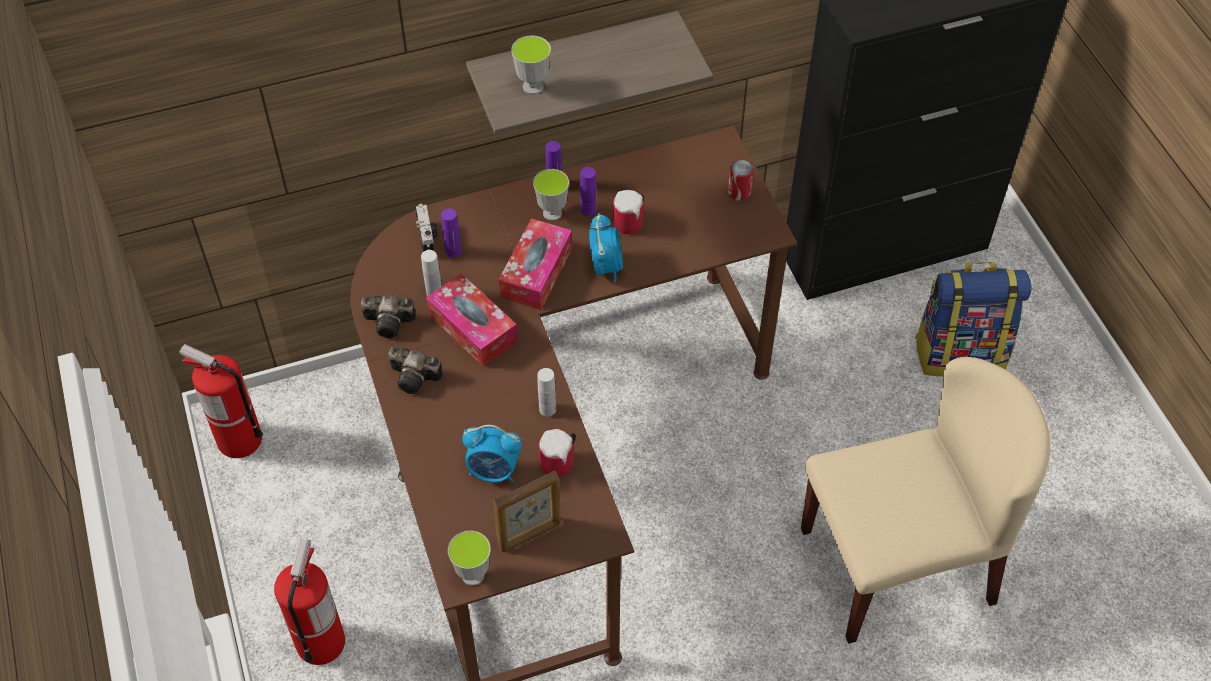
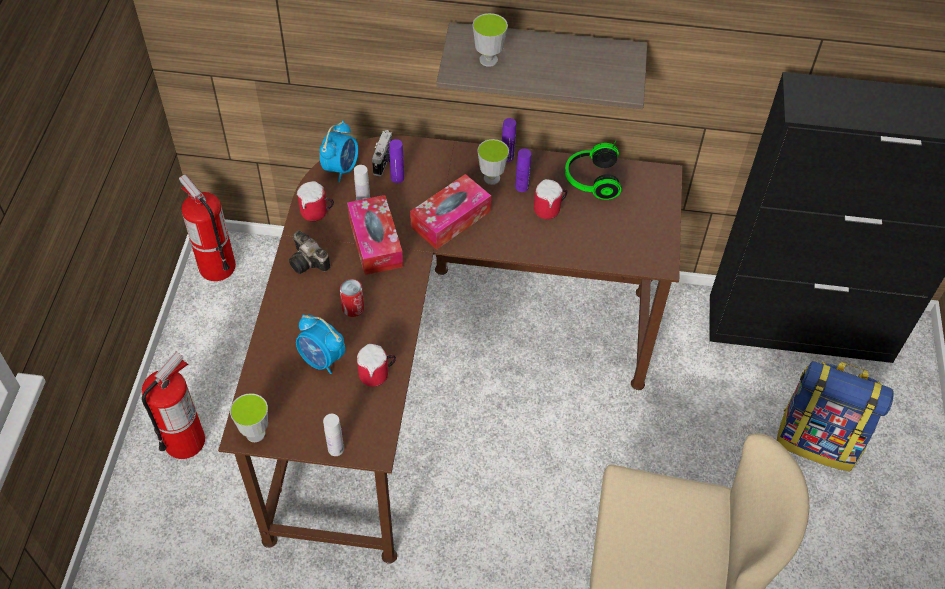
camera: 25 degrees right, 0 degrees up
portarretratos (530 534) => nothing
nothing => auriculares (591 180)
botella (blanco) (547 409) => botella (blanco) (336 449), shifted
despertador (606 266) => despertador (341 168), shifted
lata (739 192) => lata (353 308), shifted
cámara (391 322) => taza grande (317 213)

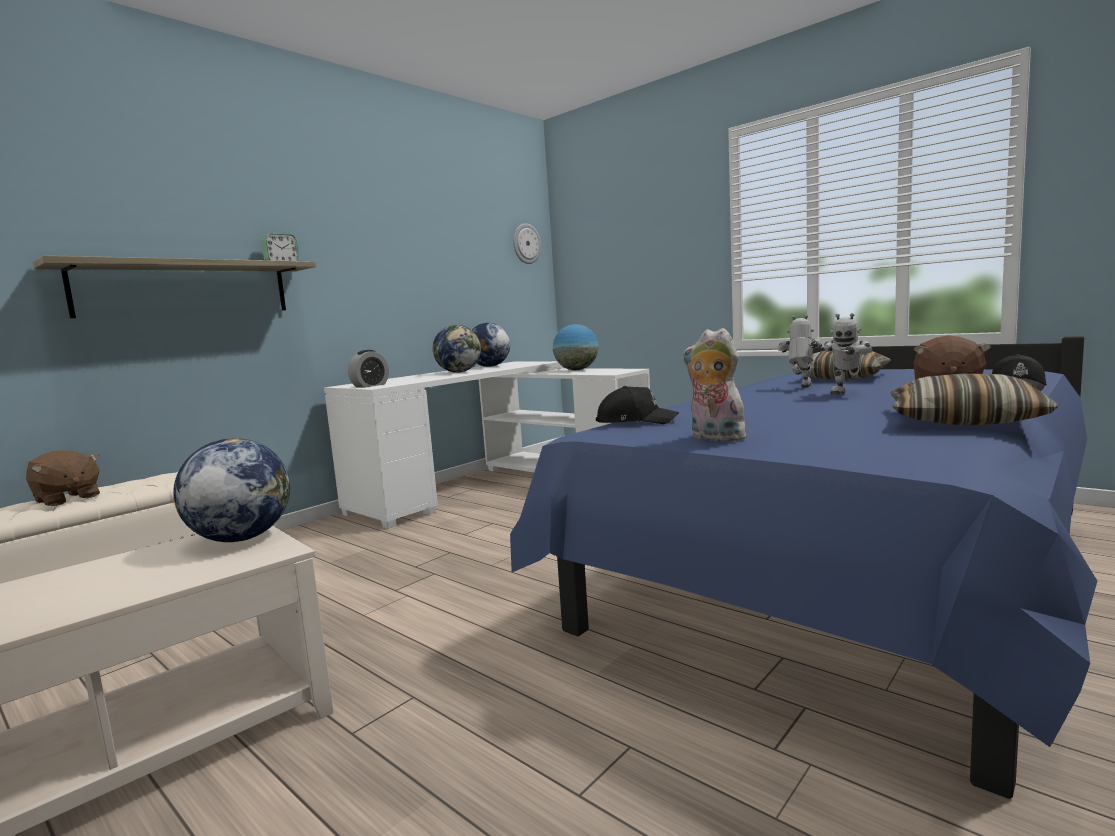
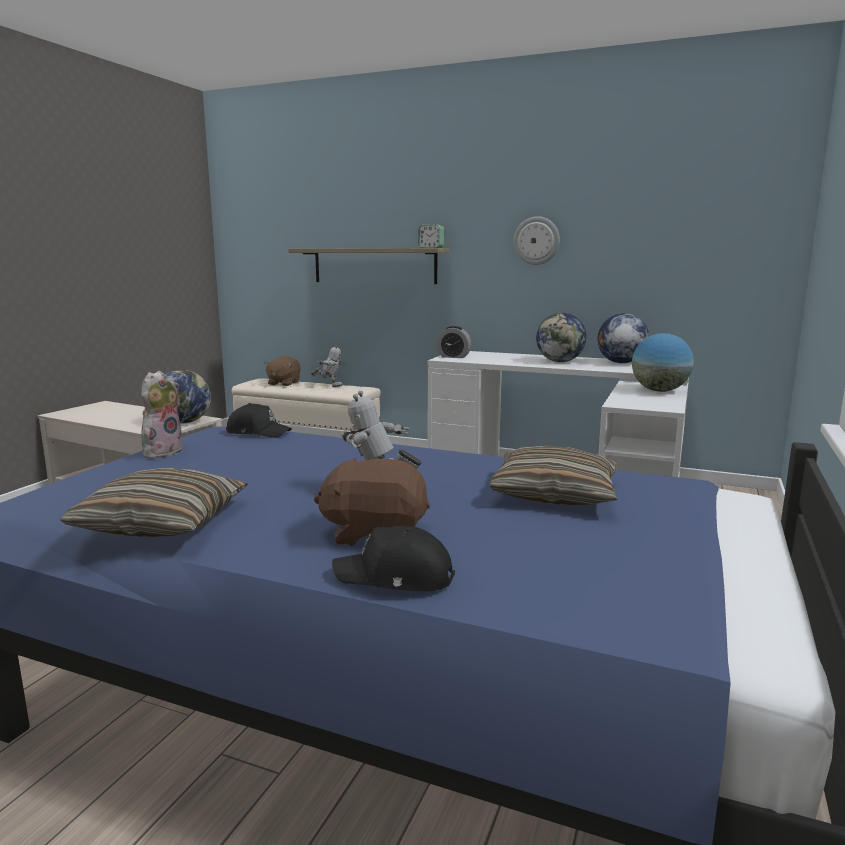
camera: 70 degrees right, 5 degrees up
reloj de pared (526 244) => reloj de pared (536 240), shifted
robot de juguete (801 388) => robot de juguete (329 386), shifted
gorra (negro) (635 421) => gorra (negro) (258 432), 75 degrees counterclockwise

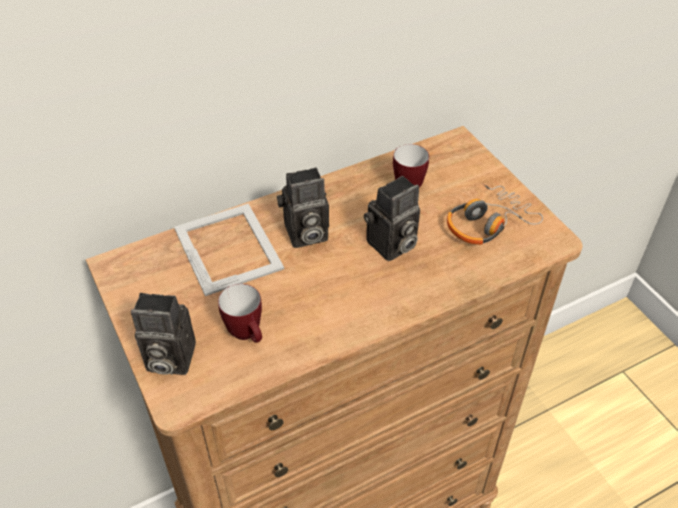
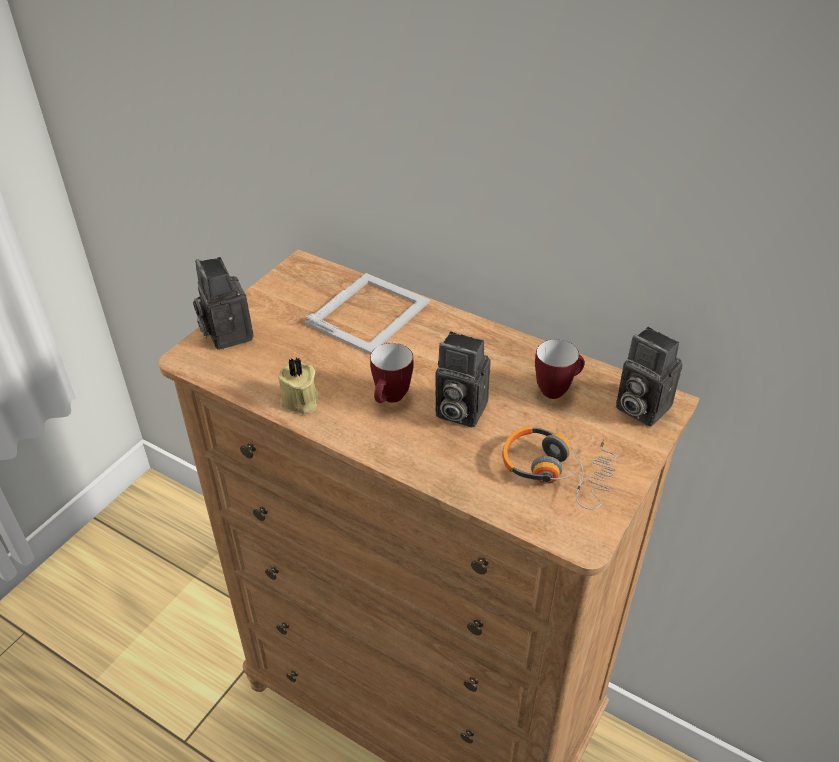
camera: 60 degrees right, 5 degrees down
nothing => vela (beis) (300 401)
taza grande (248 335) => taza grande (390 400), shifted
cámara (304 235) => cámara (638 407), shifted

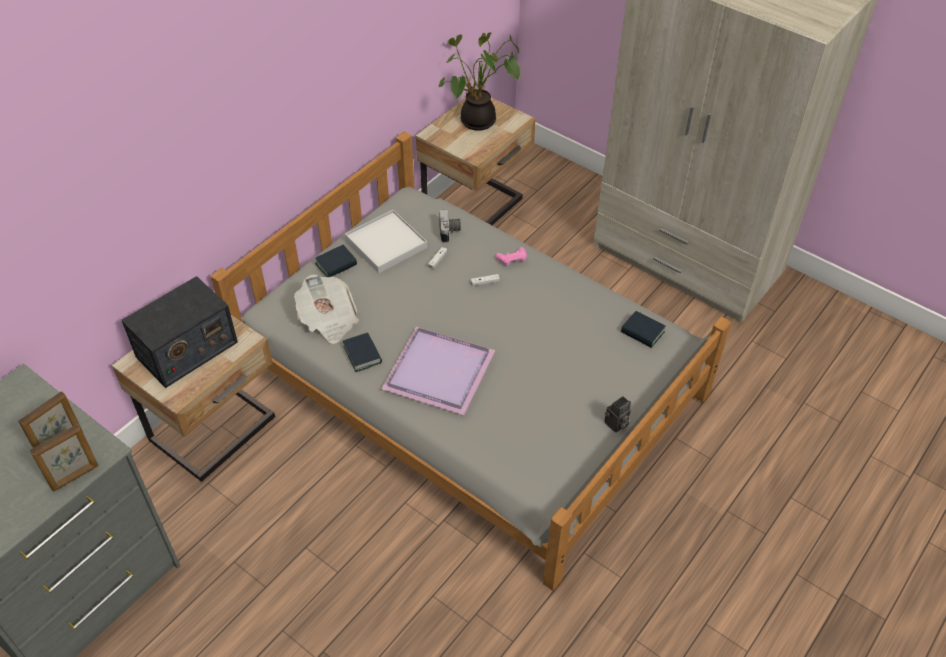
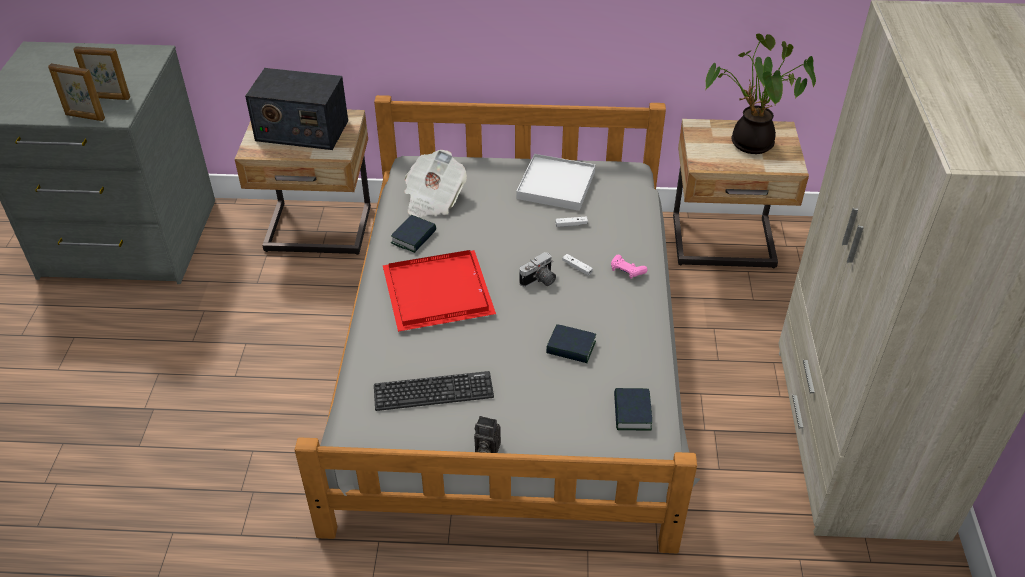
camera: 55 degrees right, 5 degrees down
nothing => teclado (433 391)
libro (336 264) => libro (571 348), shifted
cámara (450 232) => cámara (539 281), shifted
bandeja (morado) (441 371) => bandeja (rojo) (440 293)

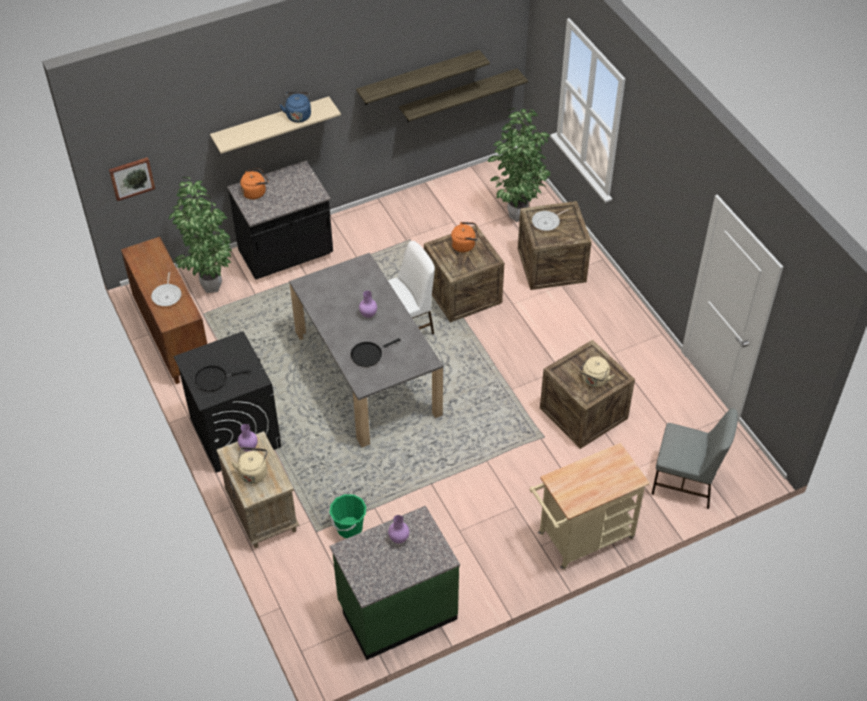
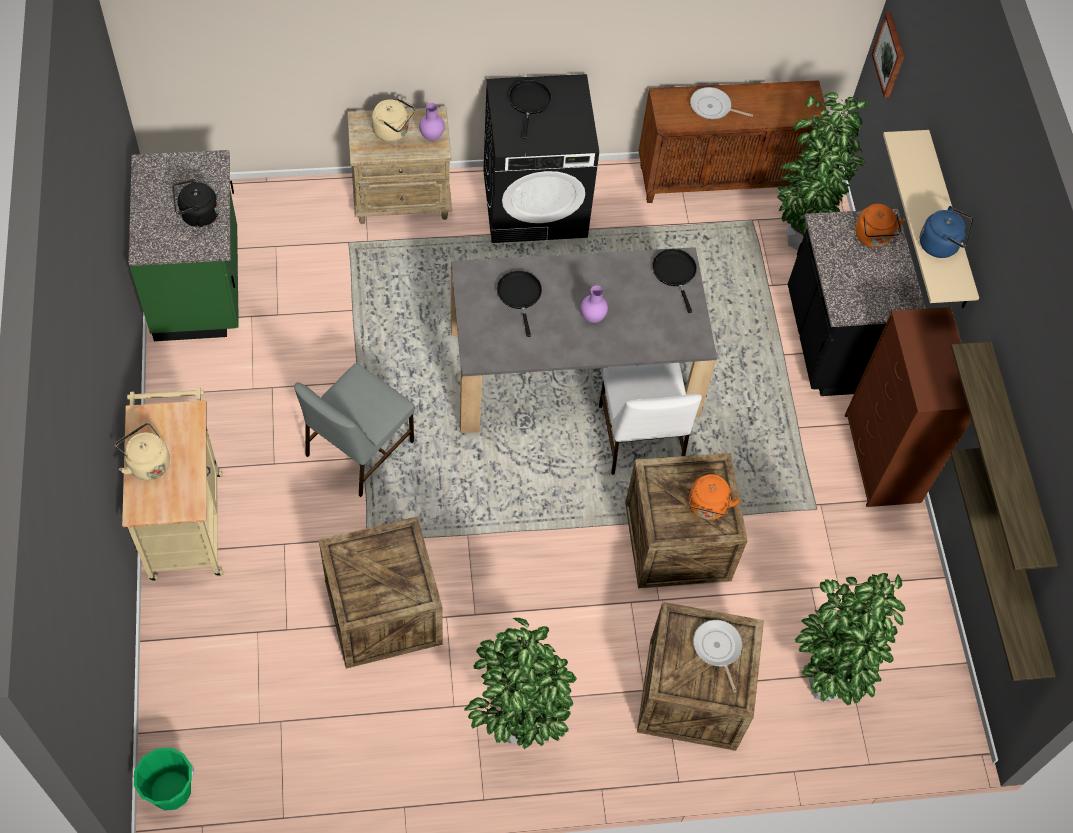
camera: 105 degrees right, 10 degrees up
nothing => planta en maceta (515 734)
nothing => sartén (negro) (675 273)
nothing => cómoda (marrón) (882 459)
cubo (verde) (349 527) => cubo (verde) (171 790), shifted
hervidor (beis) (594 380) => hervidor (beis) (147 463), shifted
silla (gris) (686 481) => silla (gris) (357 449), shifted
florero (morado) (399 539) => hervidor (negro) (197 215)

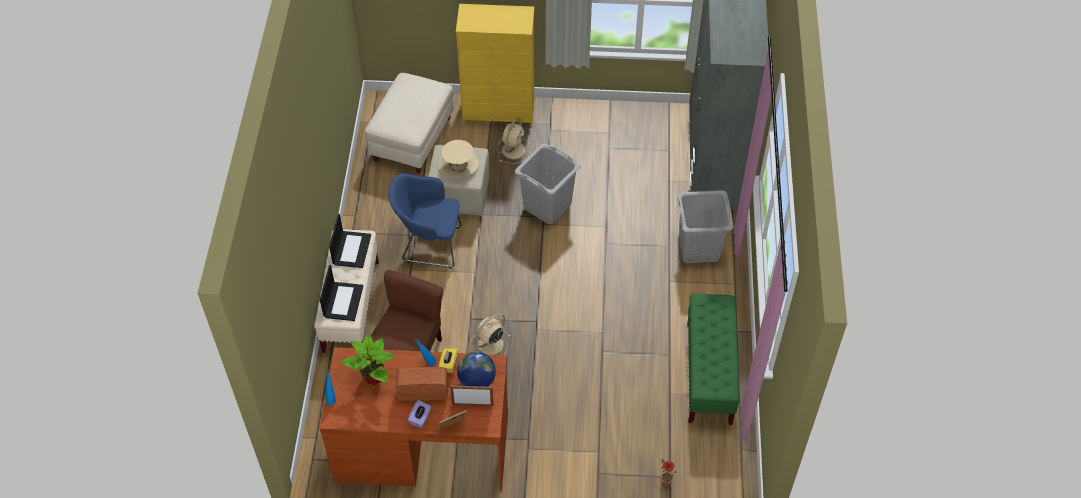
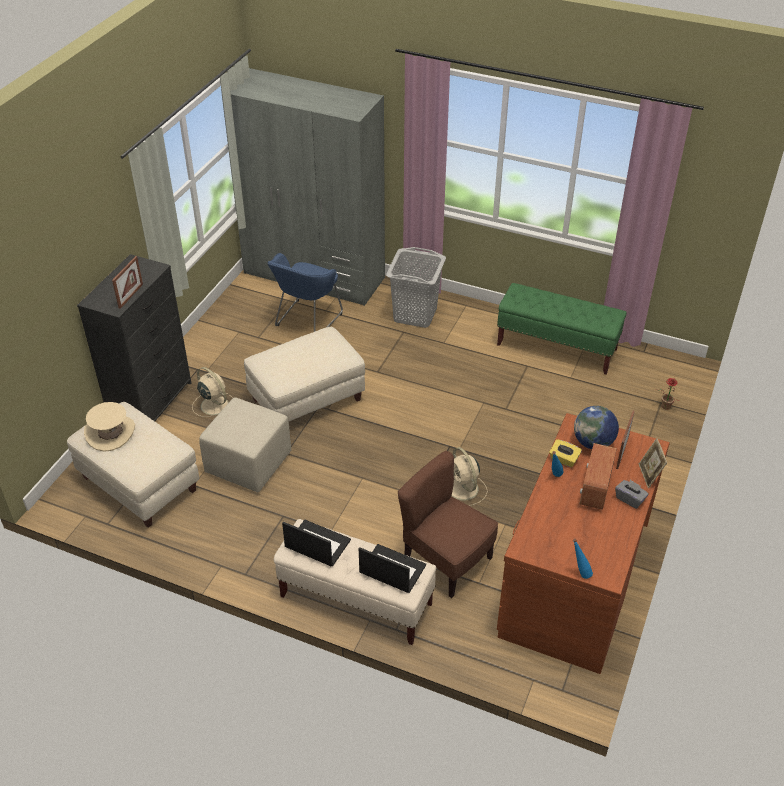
camera: 70 degrees left, 10 degrees down
planta en maceta (374 377) => nothing
nothing => portarretratos (131 296)
sillón (azul) (429 244) => sillón (azul) (306 321), shifted
sombrero (beis) (458 165) => sombrero (beis) (110 433), shifted
cesto de la ropa (gris) (548 206) => puf (beis) (306 399)
caja de pañuelos (morado) (420 418) => caja de pañuelos (gris) (630 499)
cómoda (amarillo) (499 111) => cómoda (negro) (151 402)

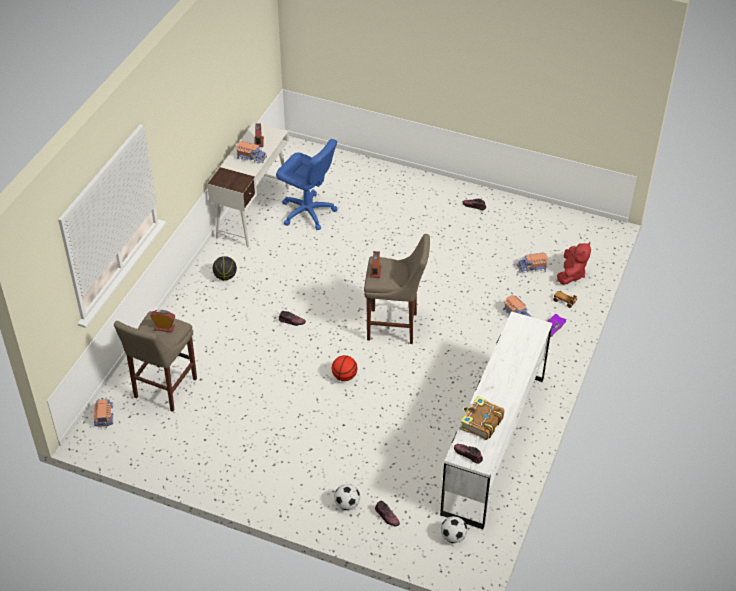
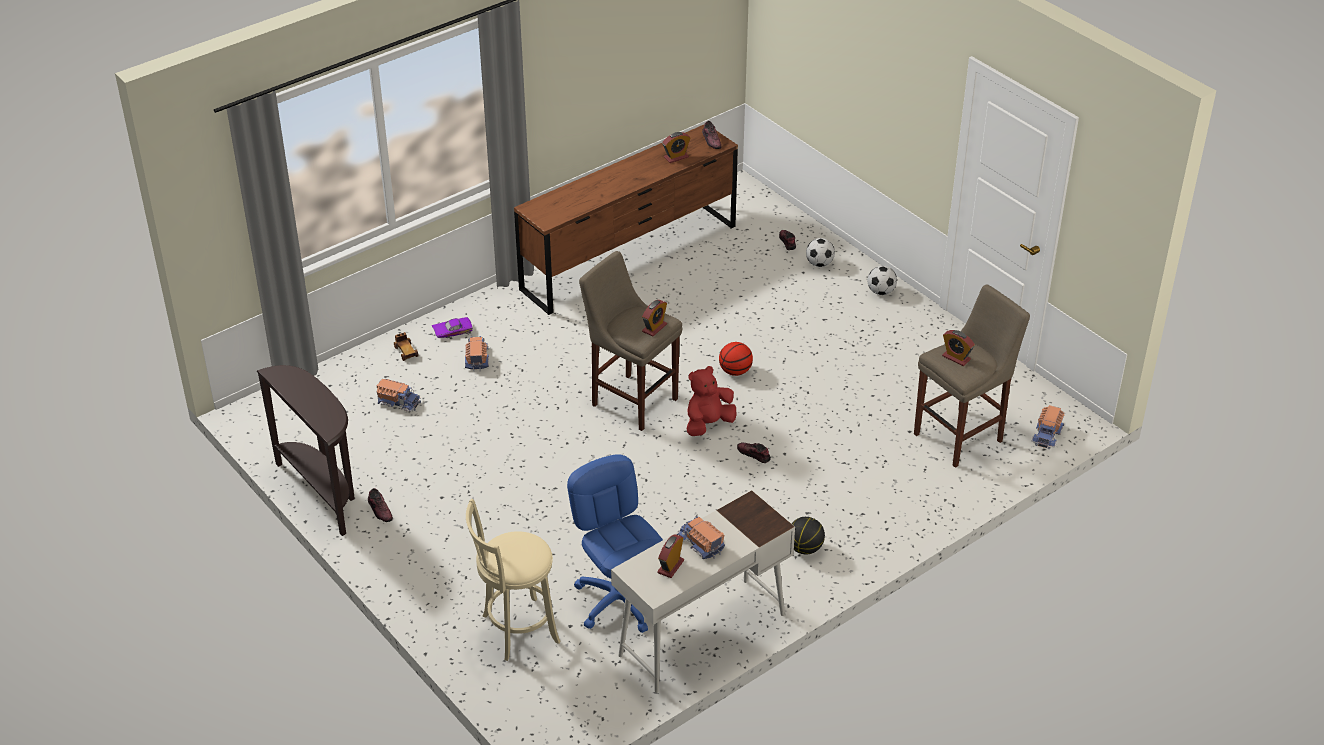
camera: 150 degrees left, 5 degrees down
nothing => mesa consola (marrón) (323 491)
nothing => taburete (beis) (516 630)
balón de fútbol (453 537) => balón de fútbol (881 291), shifted
peluche (rojo) (571 274) => peluche (rojo) (708 424), shifted
libro (480 423) => despertador (676 157)
cómoda (blanco) (493 443) => cómoda (marrón) (629 258)

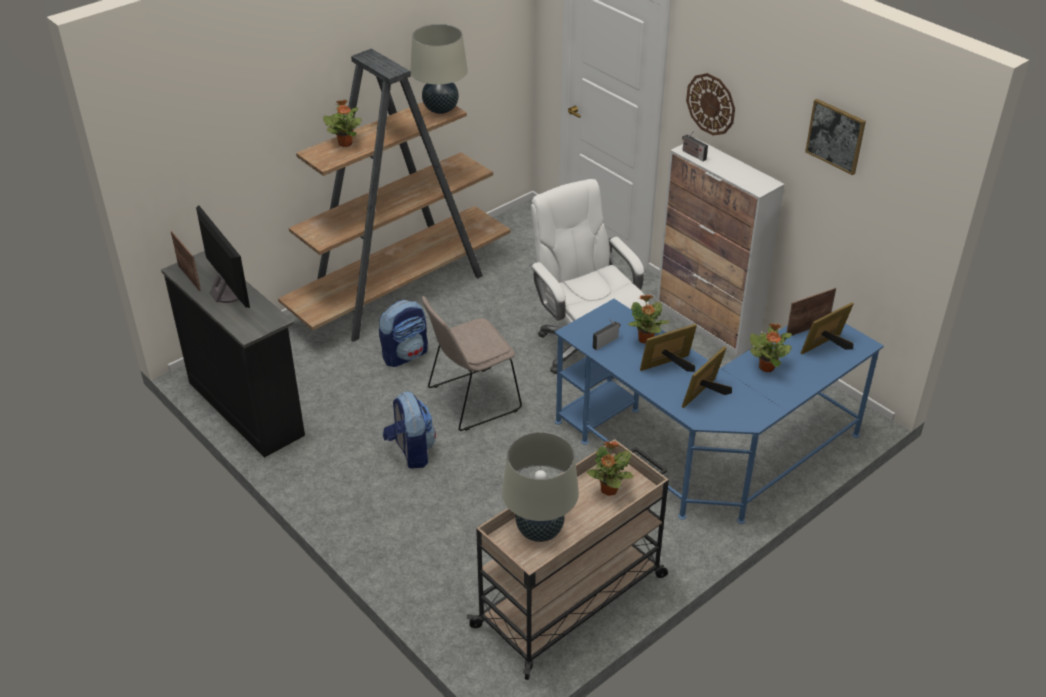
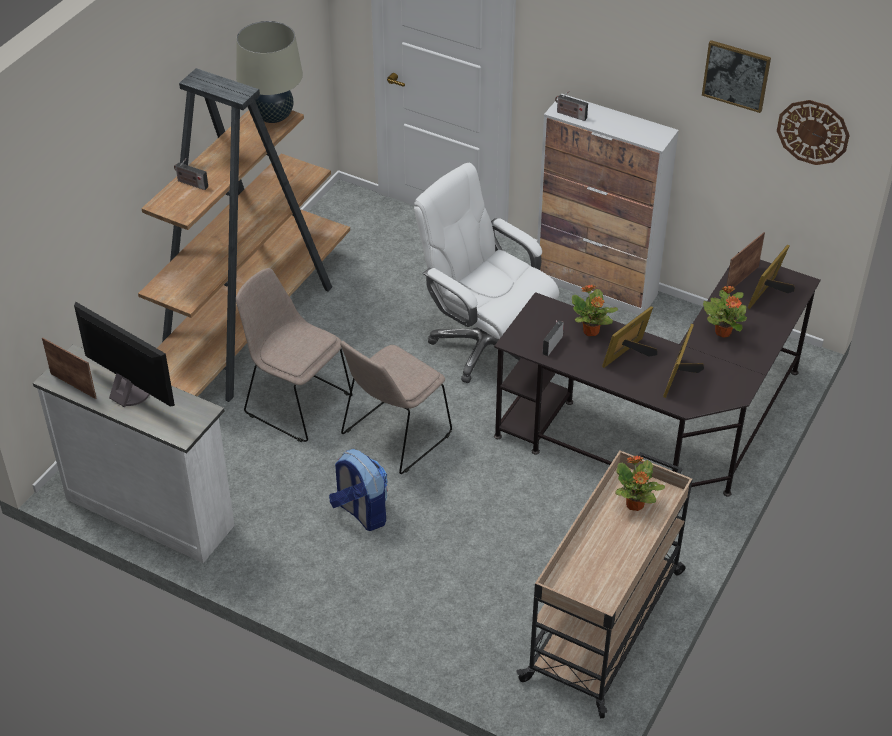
camera: 20 degrees left, 5 degrees up
lámpara de mesa (beis) (539 531) => nothing
reloj de pared (711 104) => reloj de pared (813 132), shifted
planta en maceta (345 143) => radio (191 183)
mochila (405 355) => silla (beis) (295 402)
cómoda (negro) (247 407) => cómoda (blanco) (150 510)
escritorio (azul) (707 453) => escritorio (negro) (662 429)

